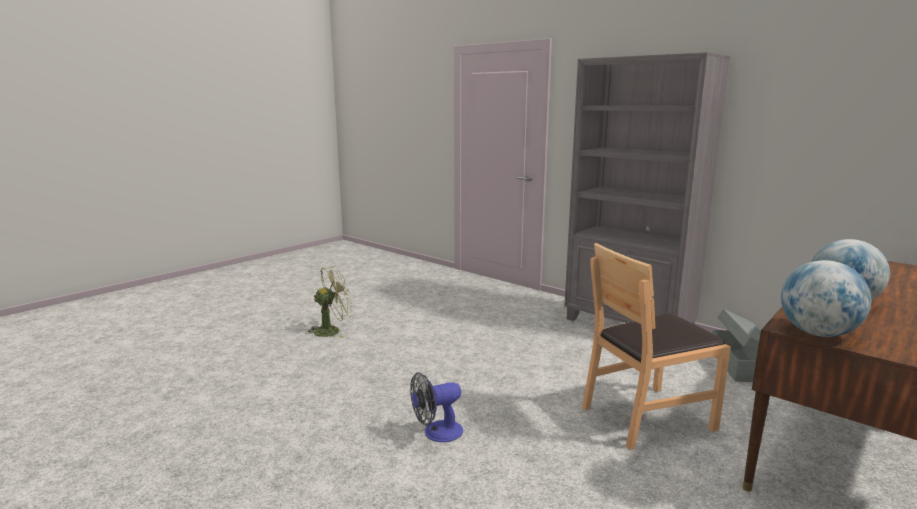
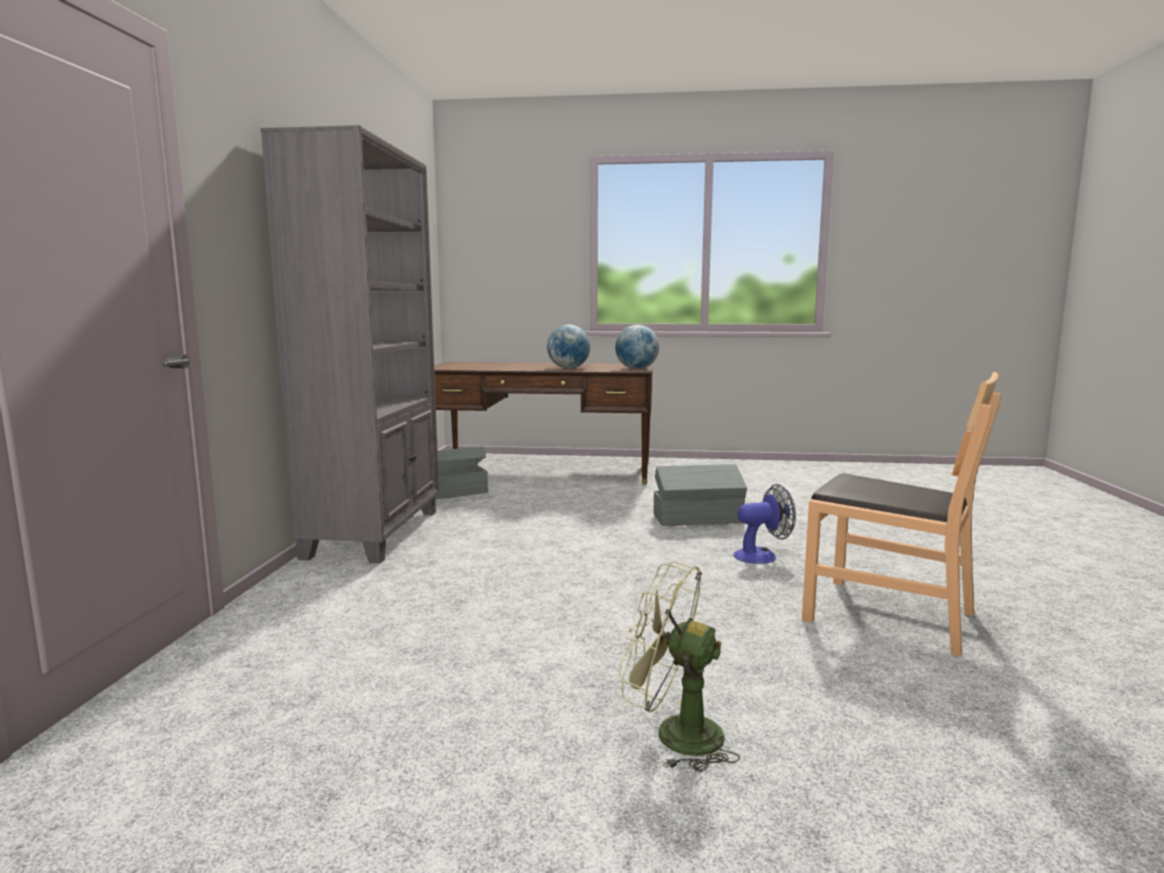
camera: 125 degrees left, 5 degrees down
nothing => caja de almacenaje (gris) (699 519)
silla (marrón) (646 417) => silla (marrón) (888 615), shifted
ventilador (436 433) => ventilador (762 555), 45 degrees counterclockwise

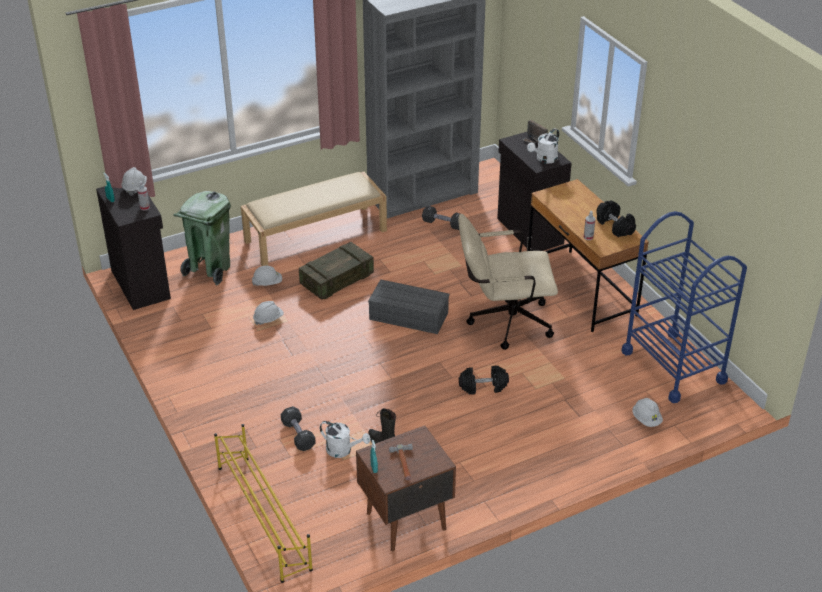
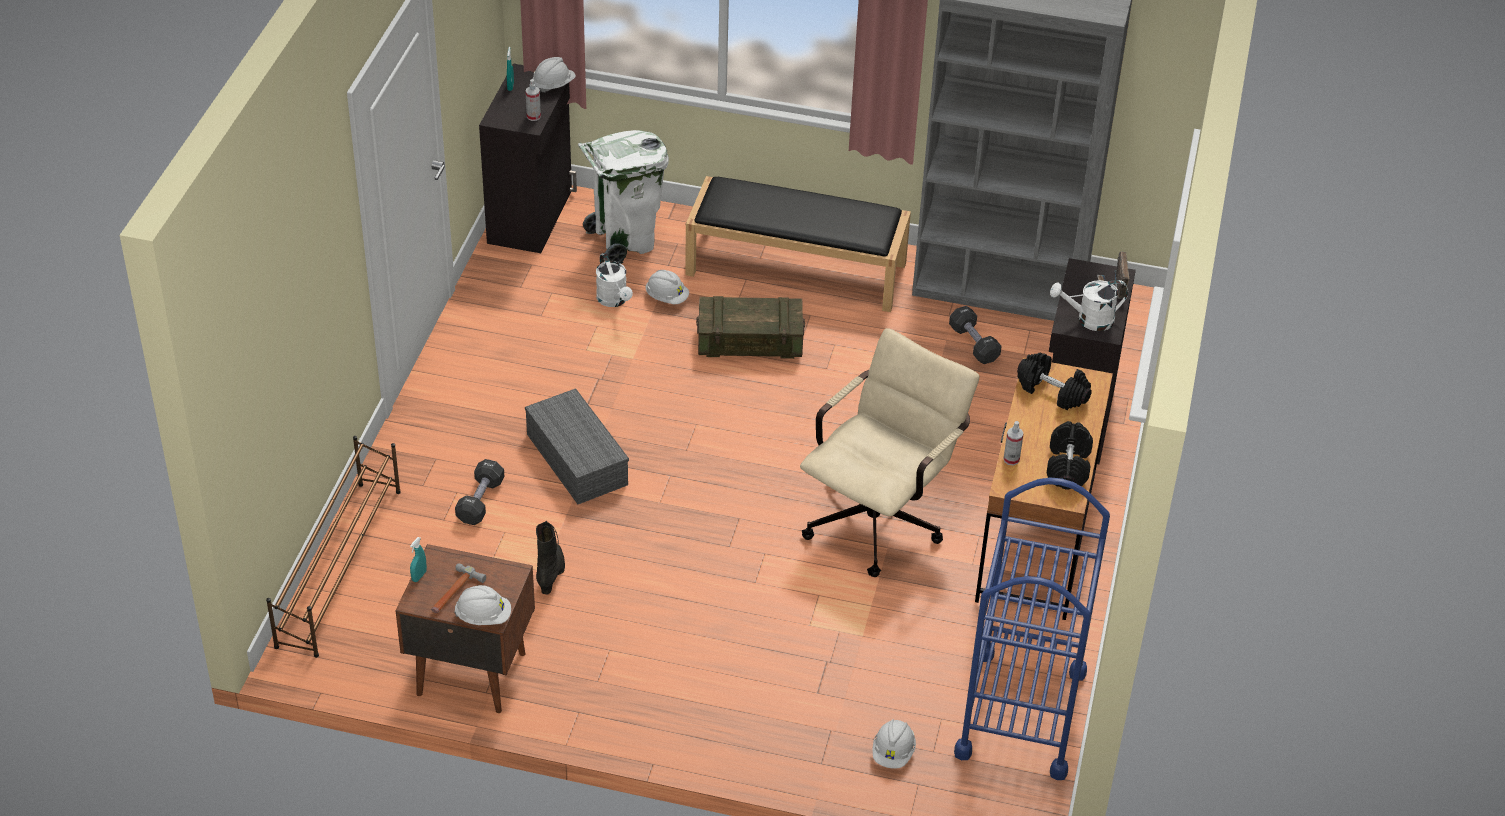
camera: 40 degrees right, 5 degrees up
casco (blanco) (268 319) => casco (blanco) (483 616), shifted
regadera (blanco) (343 450) => regadera (blanco) (614 300), shifted
caja de almacenaje (gris) (407 316) => caja de almacenaje (gris) (575 459), shifted
mancuerna (negro) (483 386) => mancuerna (negro) (1052 391), shifted
papelera (verde) (209 269) => papelera (blanco) (624 242)
zapatero (amarillo) (263 516) => zapatero (marrón) (340 566)
banco (beis) (316 235) => banco (negro) (797 268)
silla de oficina (beis) (503 322) => silla de oficina (beis) (880 517), 90 degrees clockwise

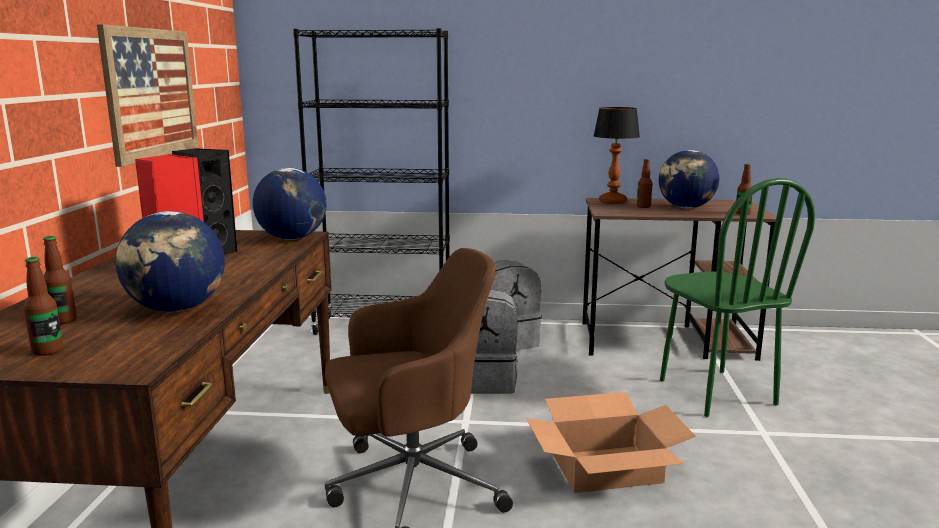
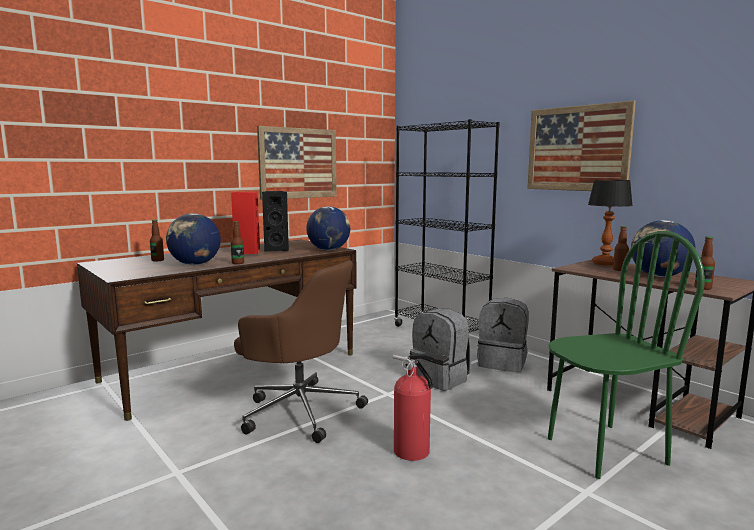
camera: 45 degrees right, 5 degrees down
nothing => cuadro (577 148)
botella (47 351) => botella (238 263), shifted
caja de cartón (606 468) => extintor (415 452)
silla (verde) (715 392) => silla (verde) (605 450), 135 degrees counterclockwise

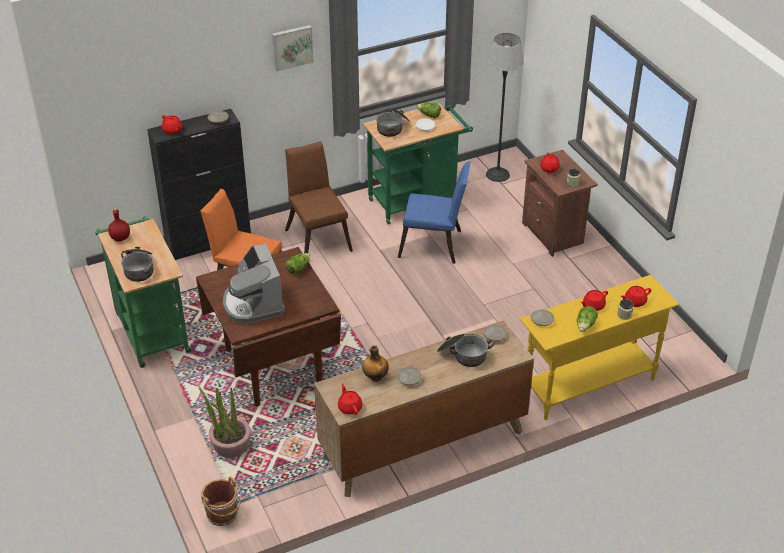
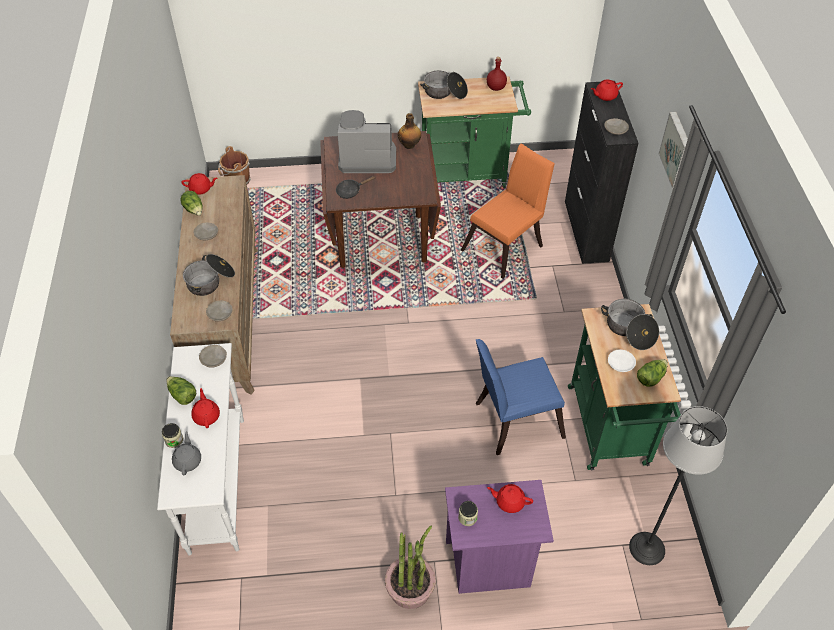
camera: 110 degrees right, 10 degrees up
silla (marrón) (317 237) => nothing
nothing => sartén (negro) (351 191)
planta en maceta (230 445) => planta en maceta (410 588), shifted
lechuga (298 269) => lechuga (194 210), shifted
botella (375 377) => botella (409 145), shifted
mesa consola (amarillo) (588 386) => mesa consola (blanco) (217 483)
mesita de noche (marrón) (554 234) => mesita de noche (morado) (489 564)
tetera (rojo) (634 301) => tetera (gris) (188 461)
silla (azul) (434 245) => silla (azul) (513 420), 45 degrees clockwise

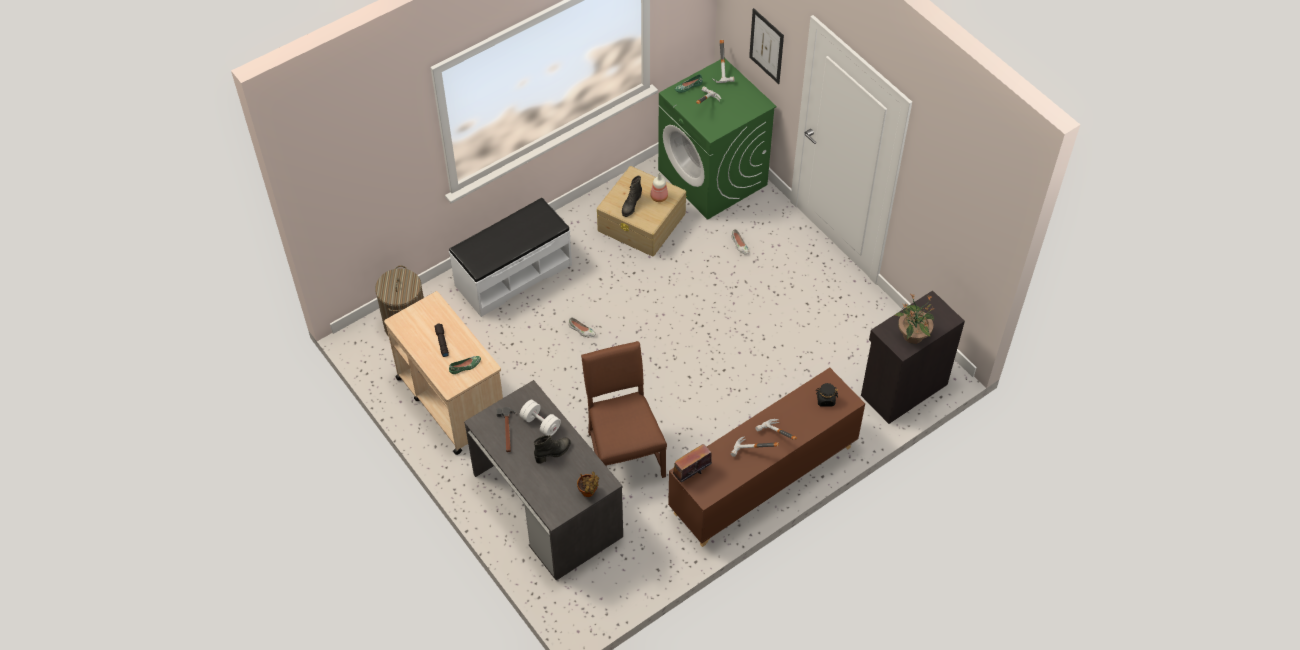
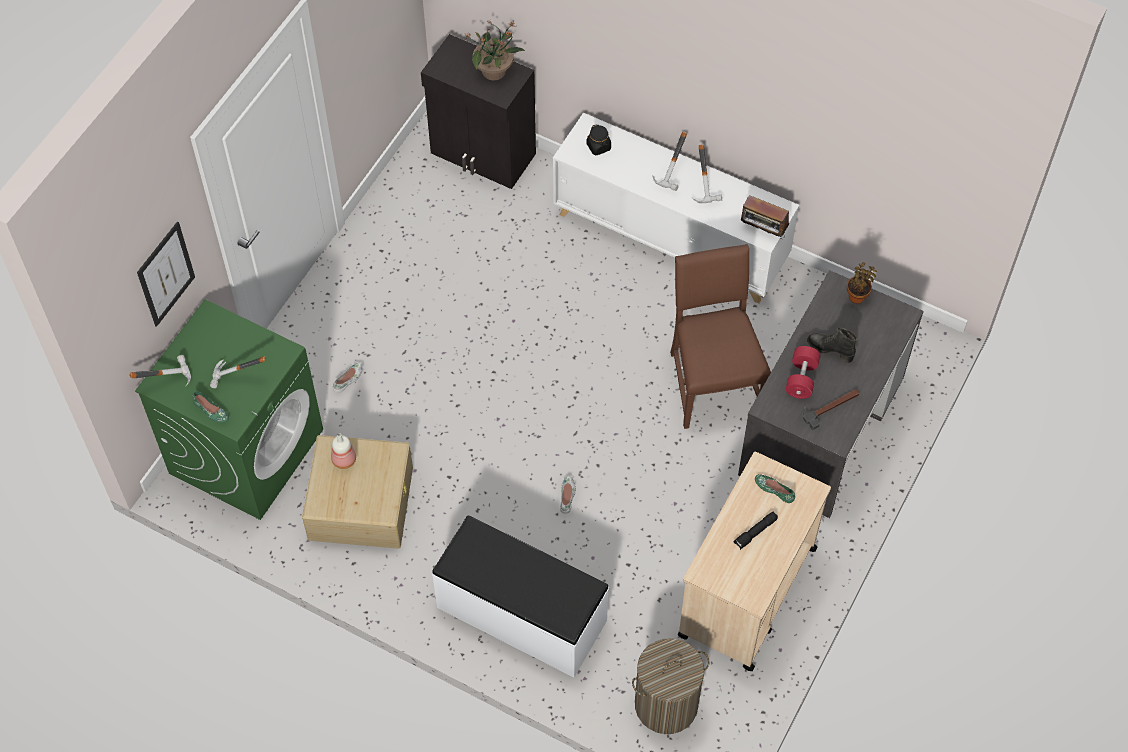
camera: 115 degrees left, 5 degrees up
bota (negro) (631 205) => nothing
mancuerna (blanco) (540 423) => mancuerna (rojo) (801 379)
armario (marrón) (763 480) => armario (blanco) (671 239)
silla (marrón) (623 452) => silla (marrón) (712 380), 120 degrees clockwise

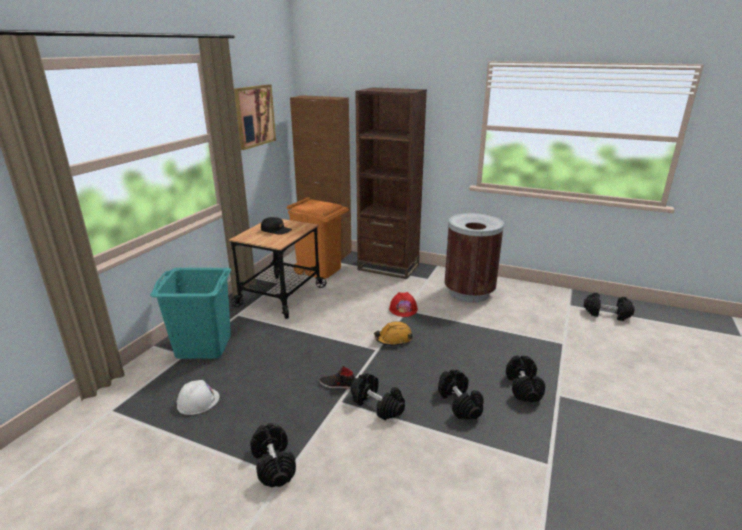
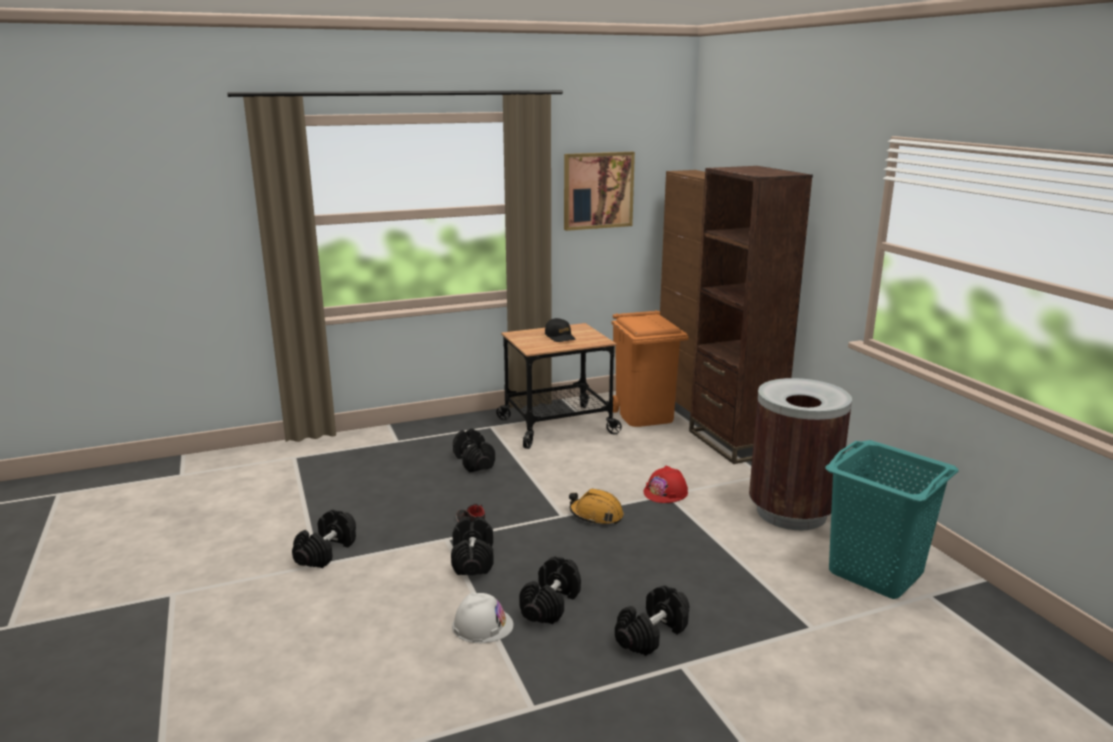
camera: 45 degrees right, 5 degrees down
cesto de la ropa (turquesa) (203 346) => cesto de la ropa (turquesa) (875 572), shifted
casco (blanco) (198 401) => casco (blanco) (482 625), shifted
mancuerna (negro) (606 314) => mancuerna (negro) (474 462), shifted

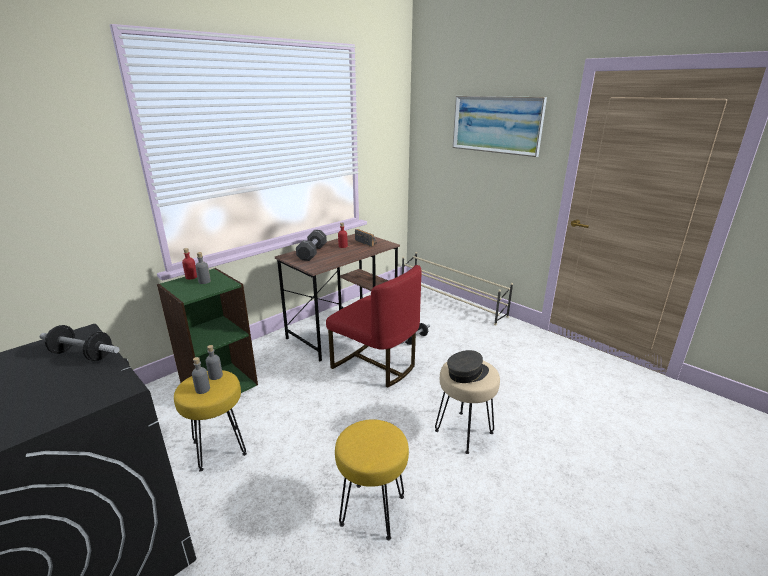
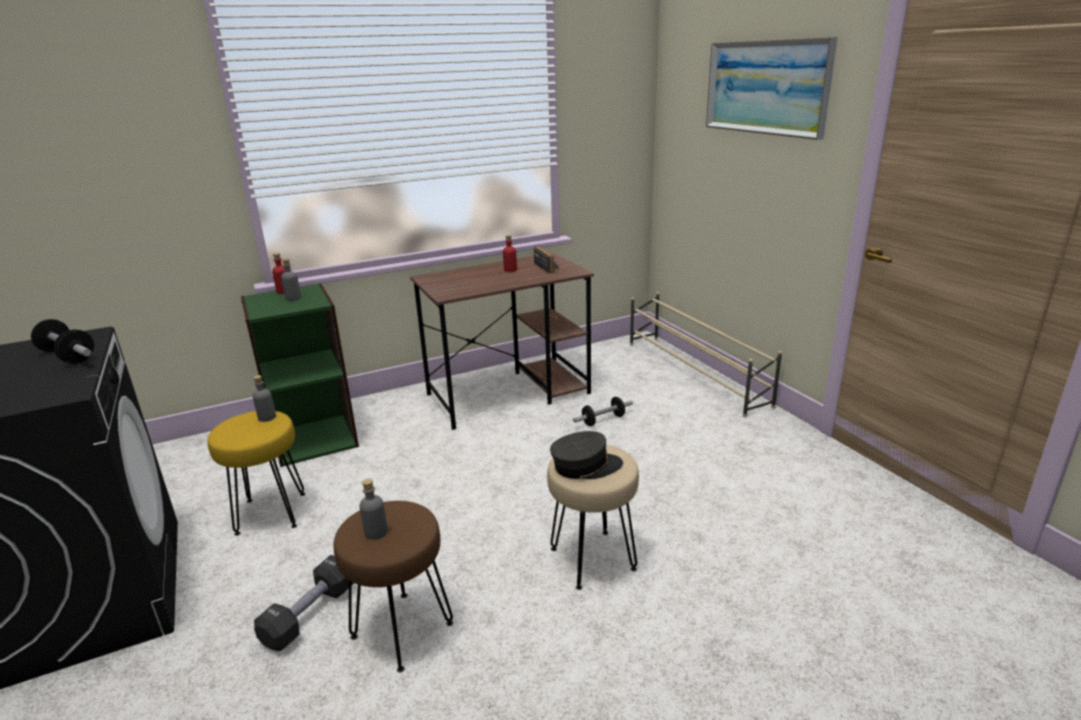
camera: 20 degrees right, 0 degrees up
silla (rojo) (376 365) => nothing
botella (gris) (202 389) => botella (gris) (376 532), shifted
mancuerna (negro) (312 253) => mancuerna (negro) (310 615), shifted
taburete (amarillo) (371 510) => taburete (marrón) (401 630)

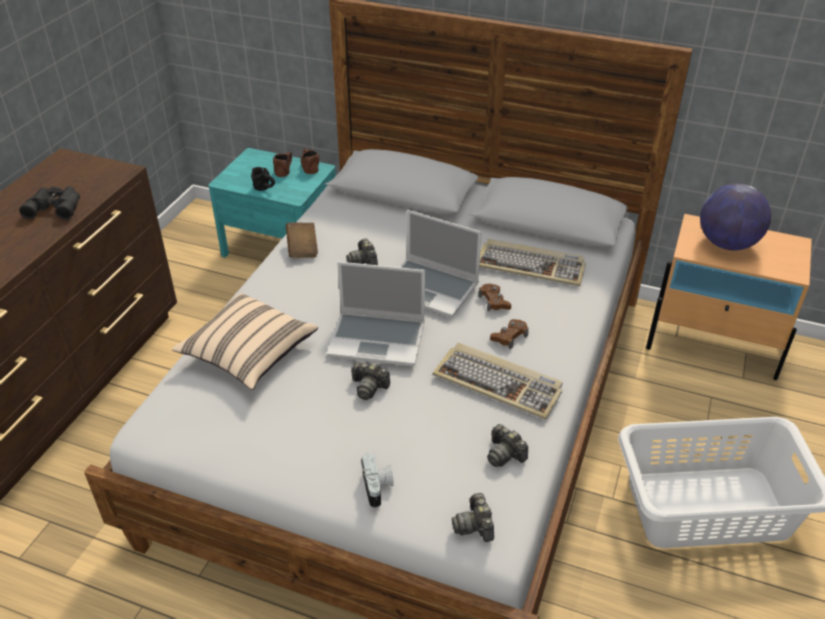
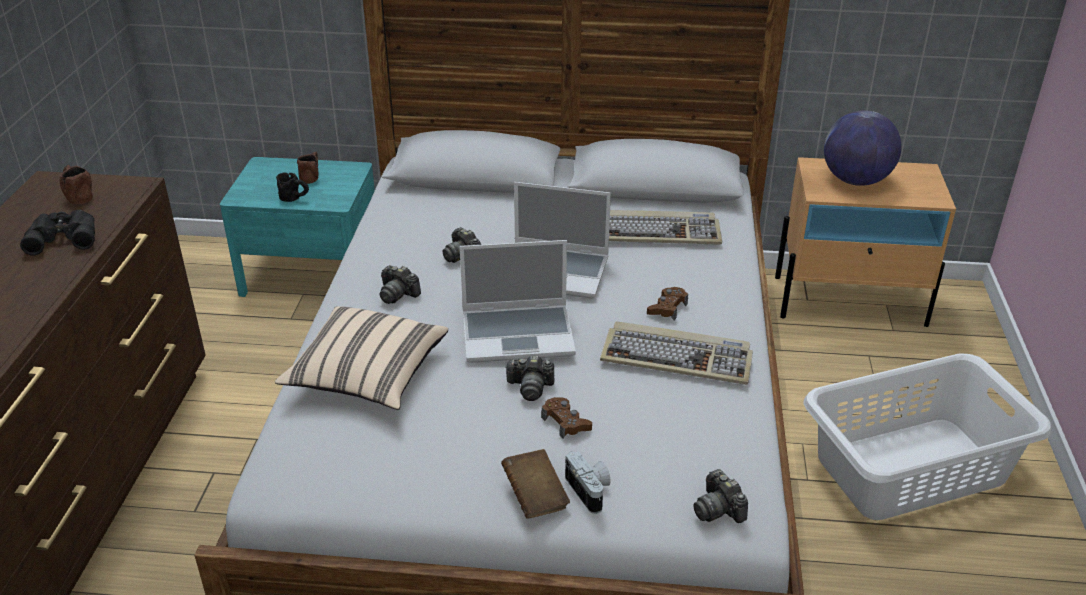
camera: 15 degrees left, 5 degrees down
libro (marrón) (302 248) => libro (marrón) (535 496), shifted
taza grande (marrón) (309 168) => taza grande (marrón) (77 196), shifted
mando de consola (marrón) (494 301) => mando de consola (marrón) (566 422), shifted
cámara (504 454) => cámara (398 294), shifted

